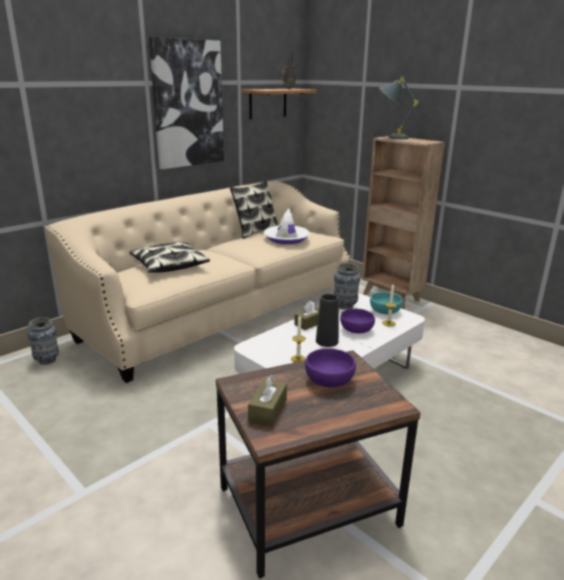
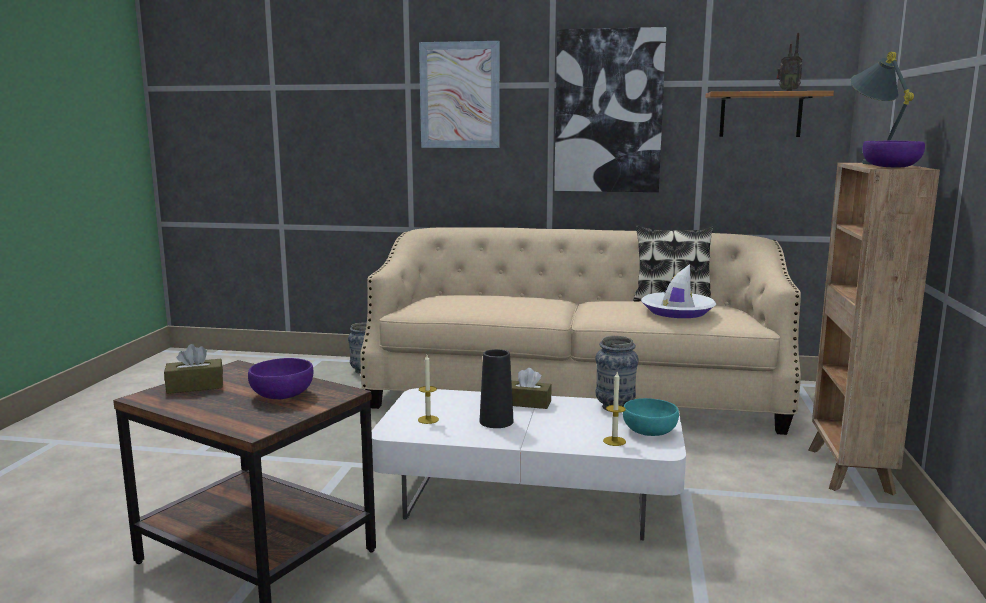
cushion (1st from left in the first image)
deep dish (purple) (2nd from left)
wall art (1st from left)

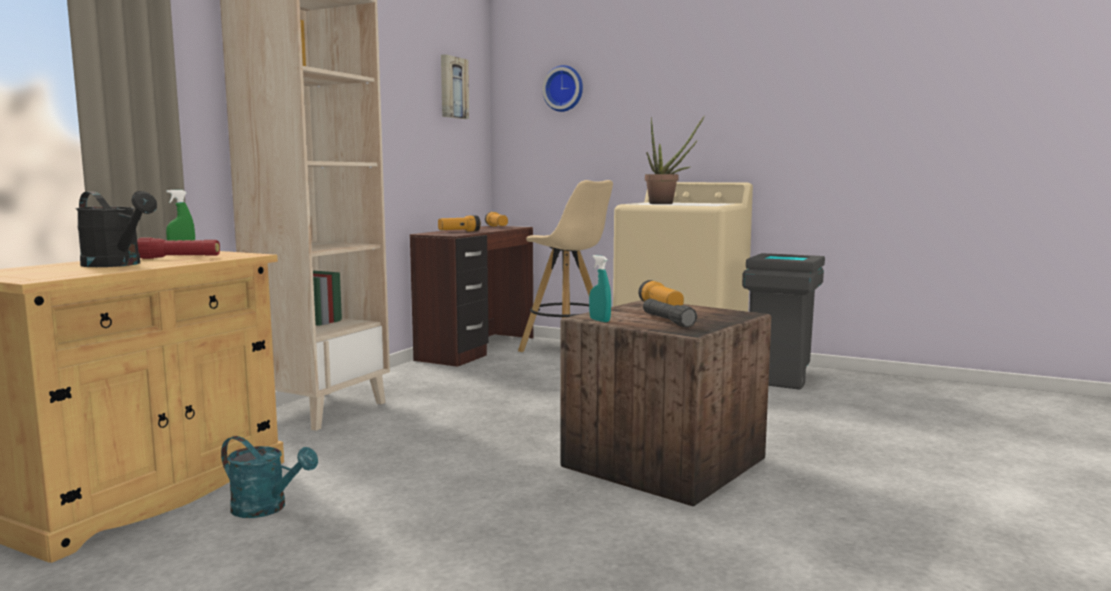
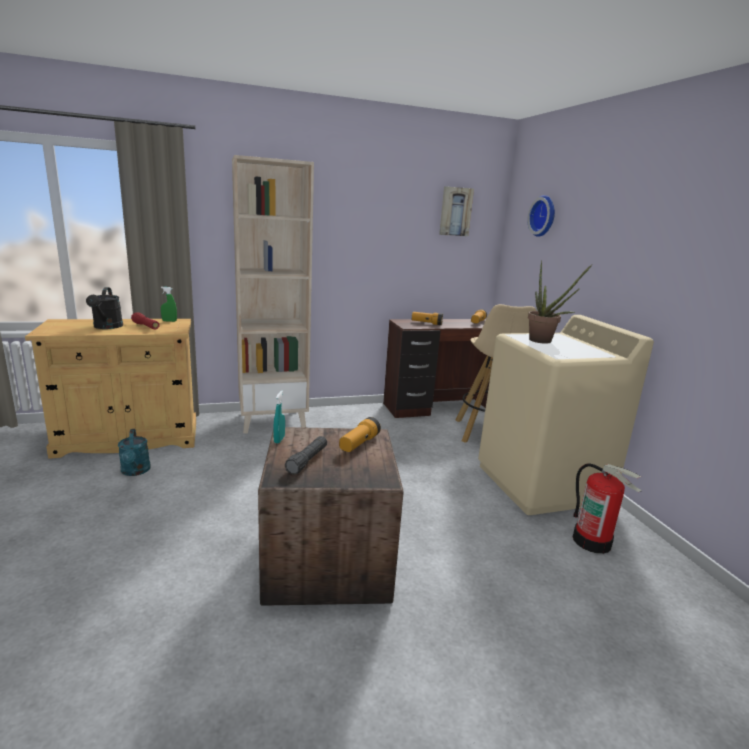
fire-fighting cylinder

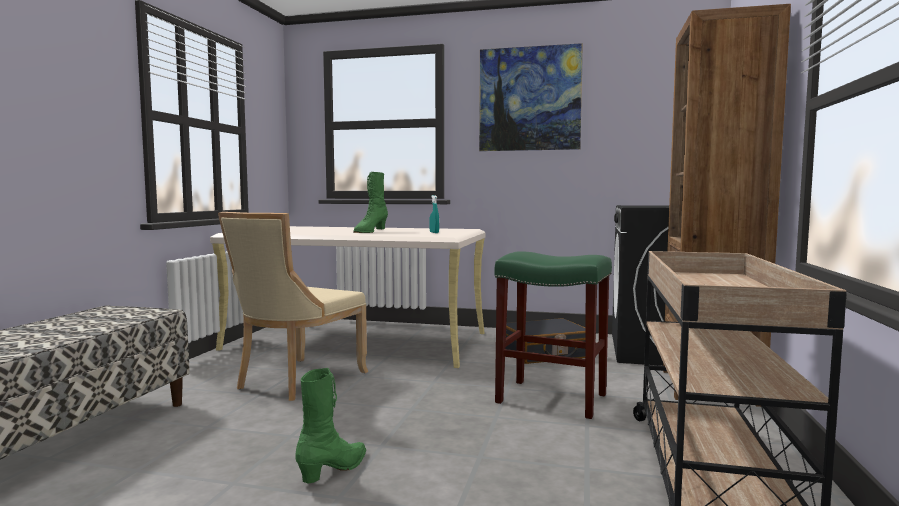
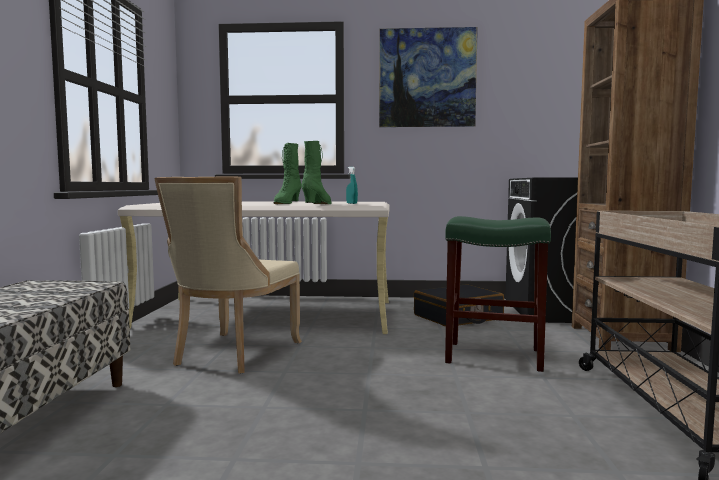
tall boot (green) (2nd from left)

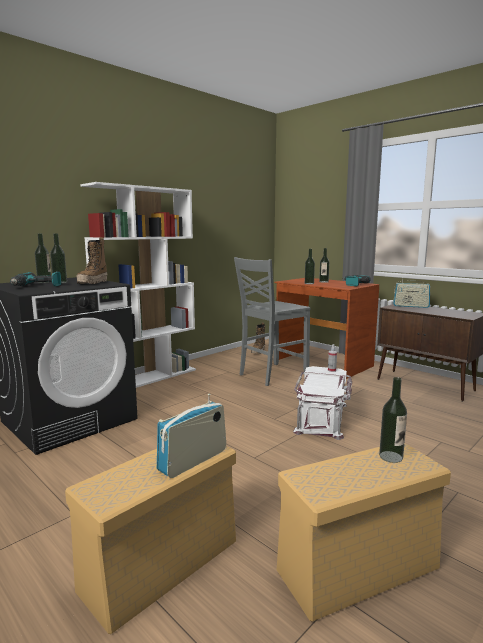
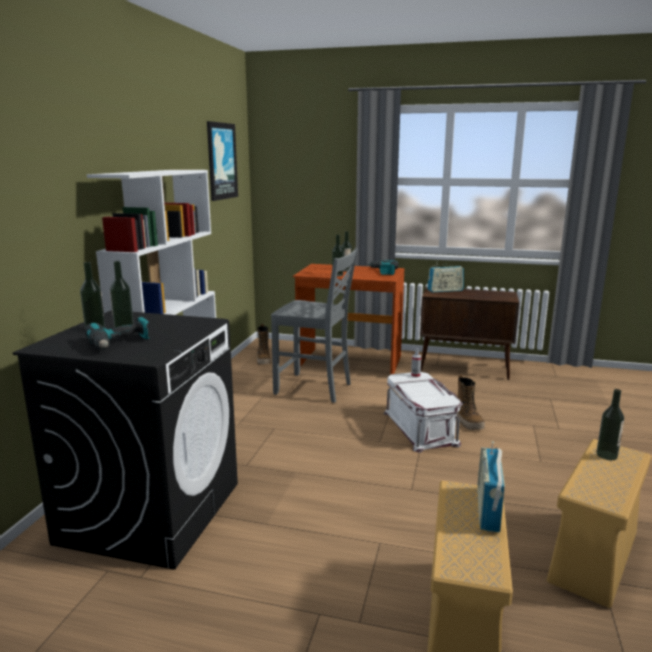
tall boot (2nd from left)
chair (gray)
wall art

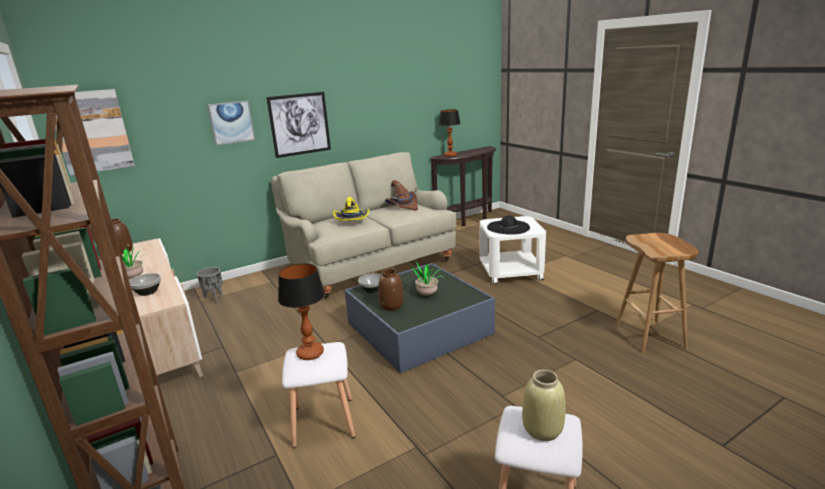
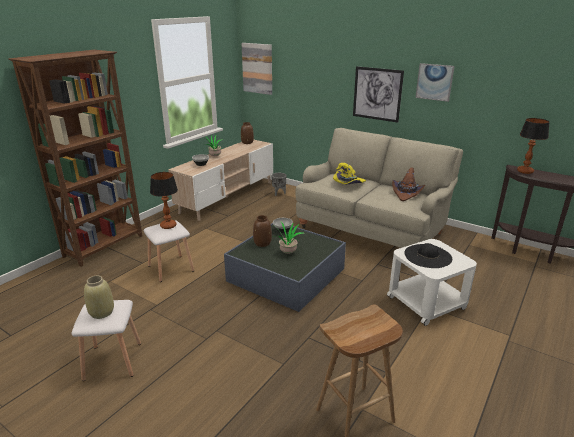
wall art (3rd from left)

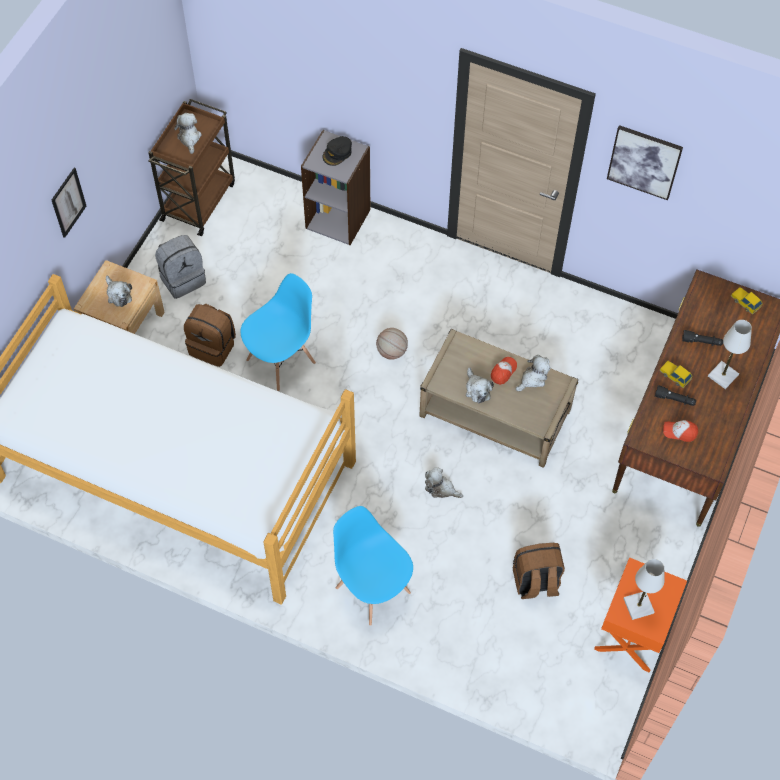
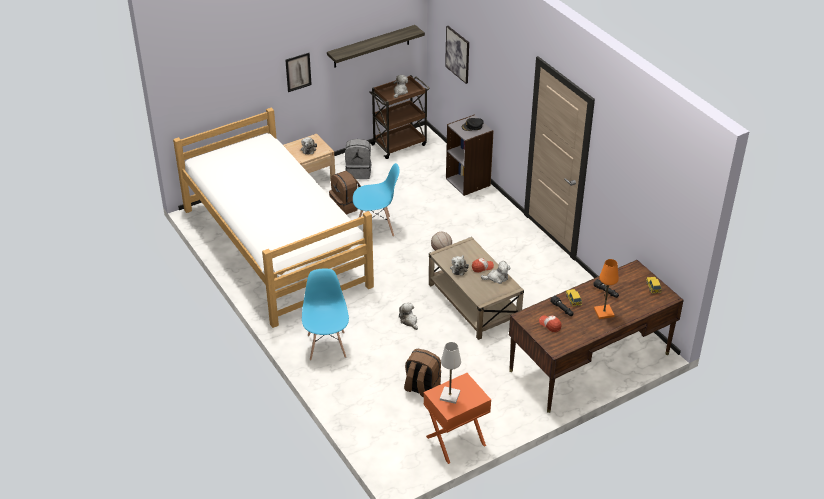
wall art (2nd from left)
table lamp (orange-coloured)
bracket shelf

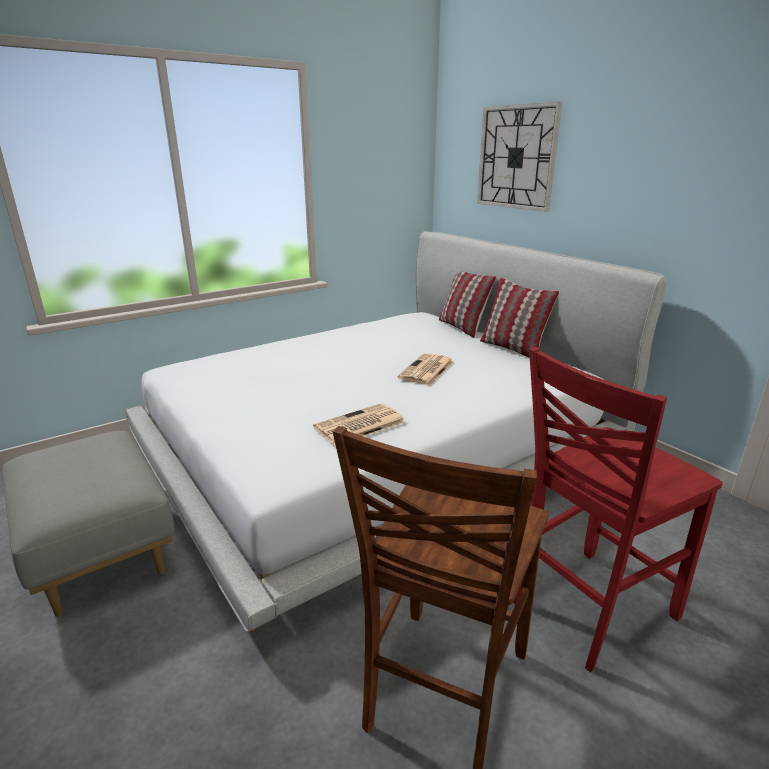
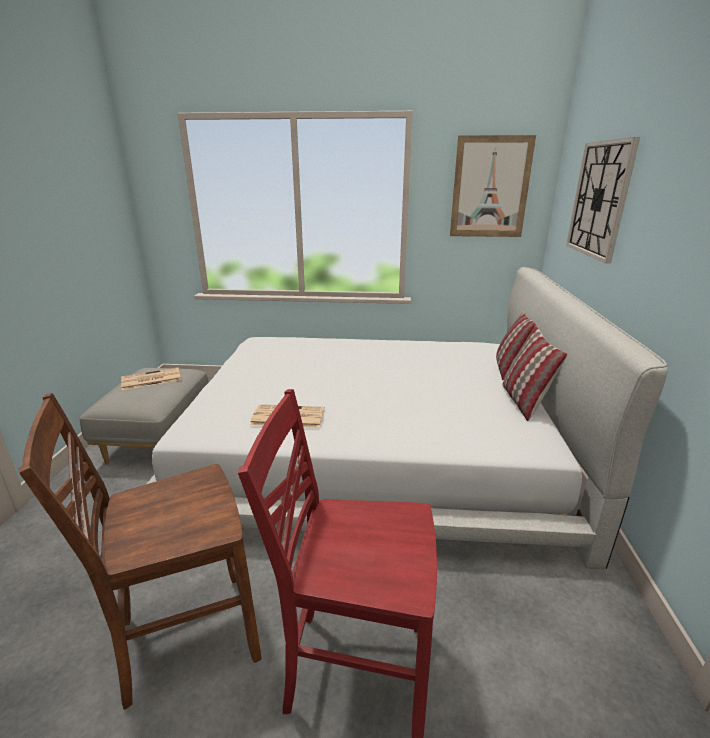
printed paper (1st from left)
wall art

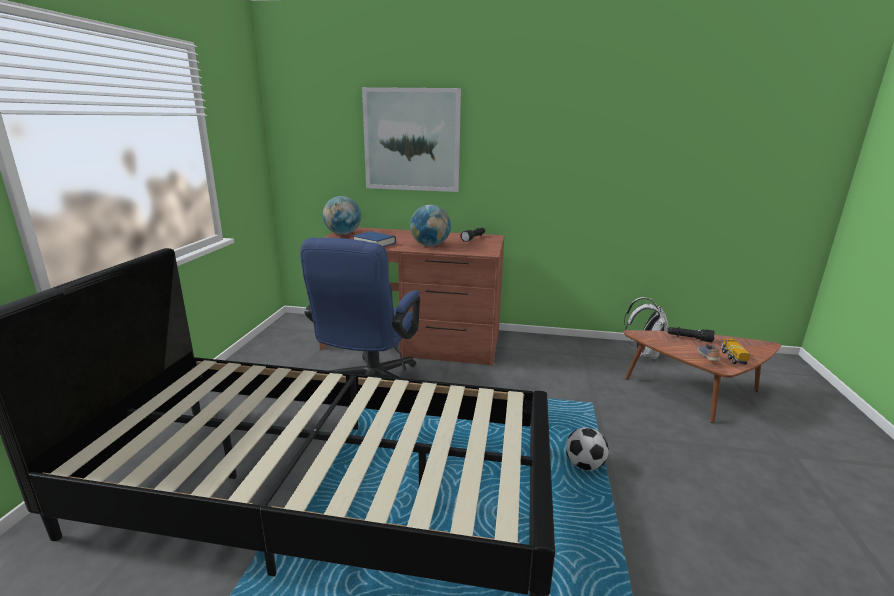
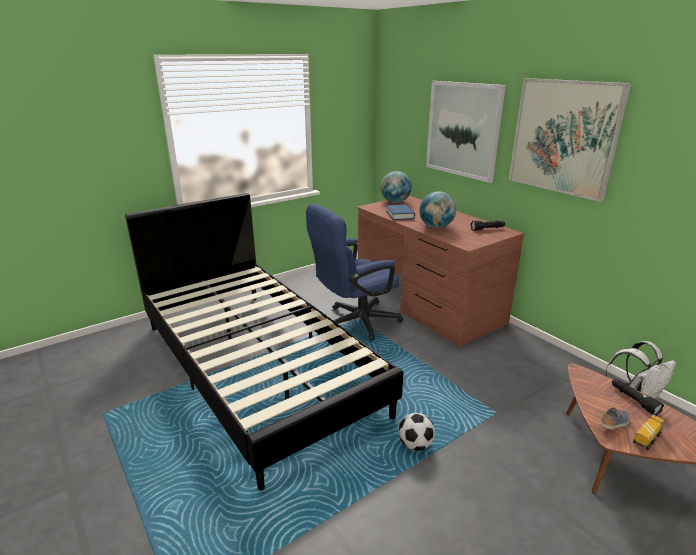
wall art (2nd from left)

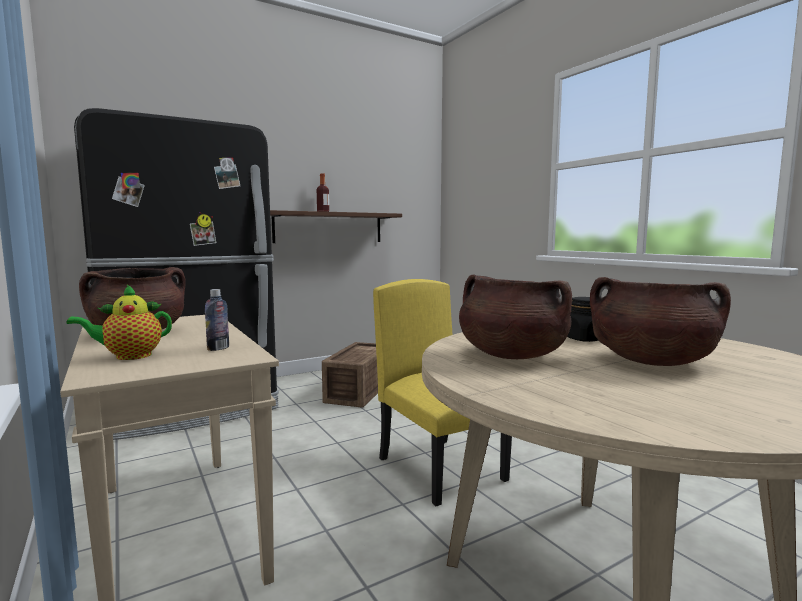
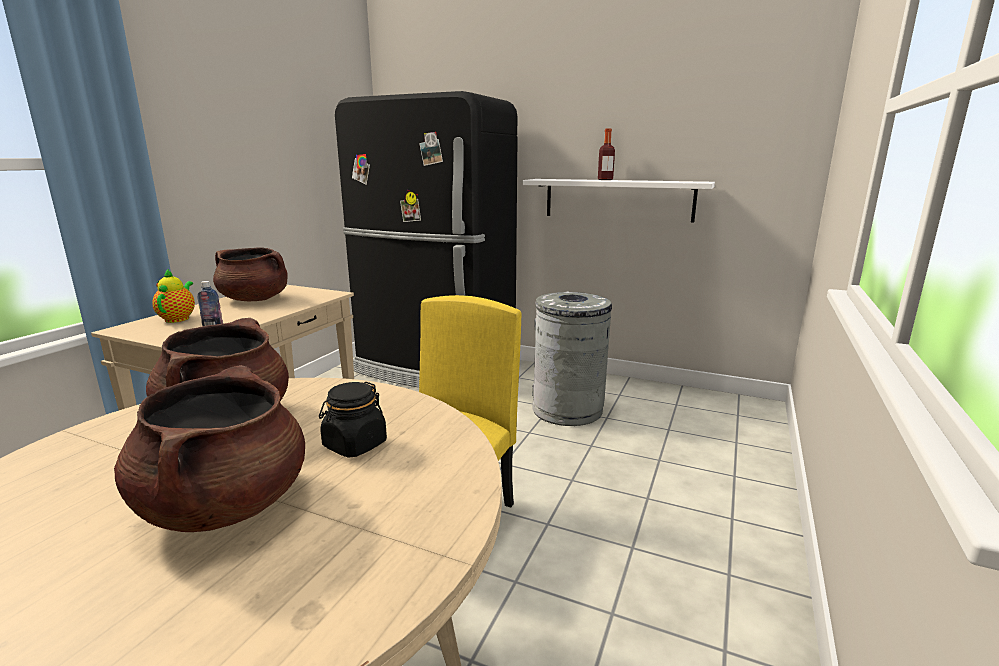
bracket shelf (whitish)
pot for tea
waste bin (gray)

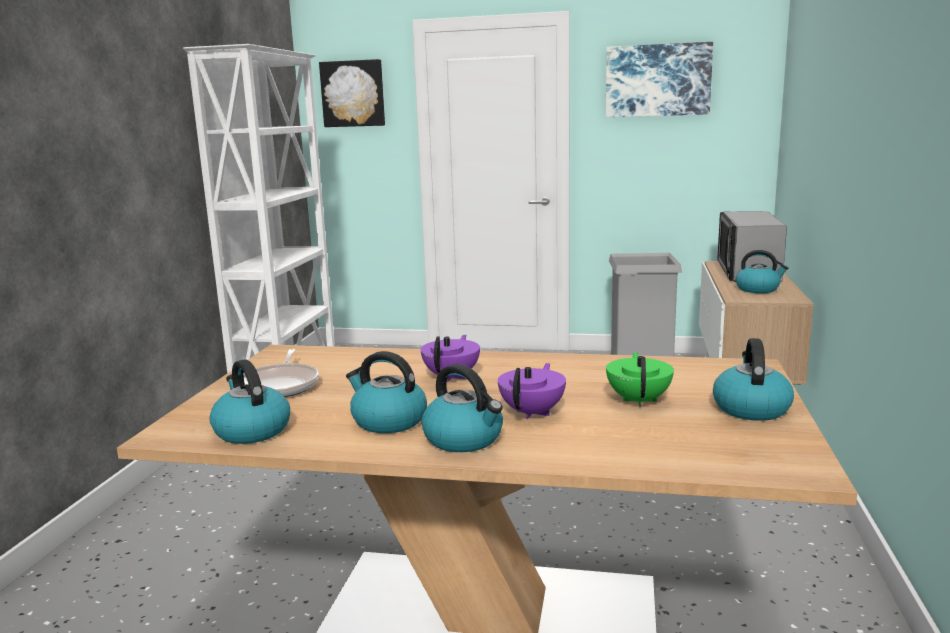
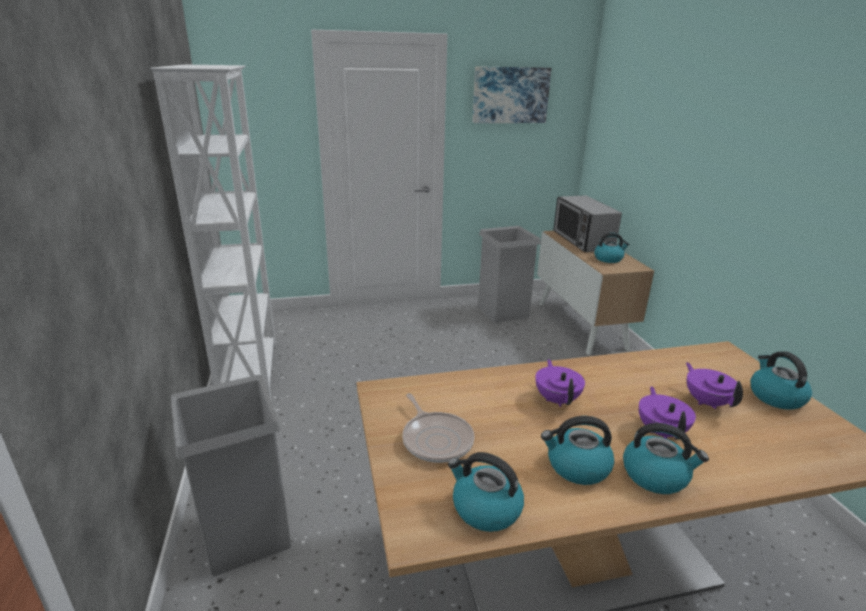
wall art (1st from left in the first image)
pot for tea (purple) (3rd from left)
waste bin (gray) (1st from left)

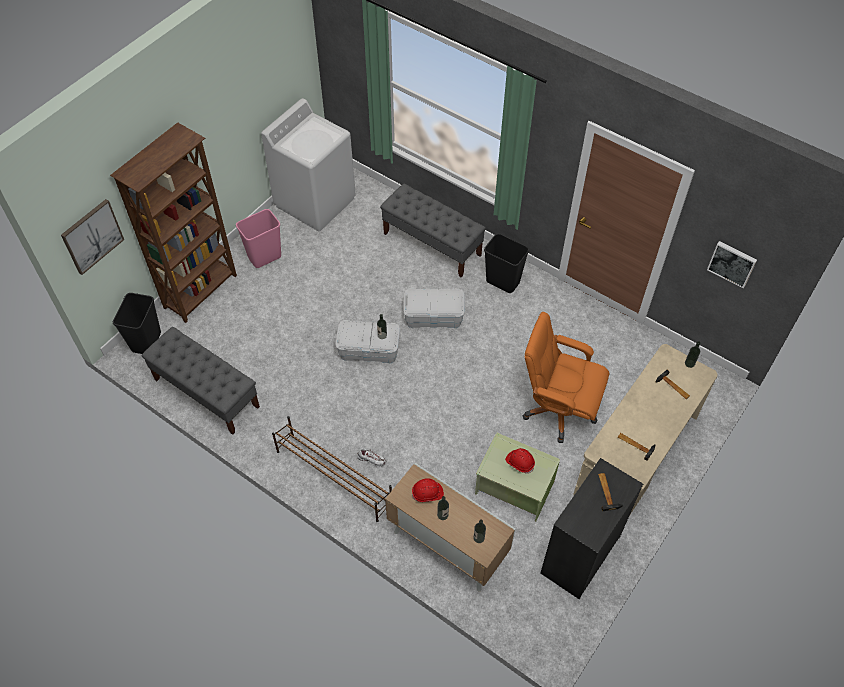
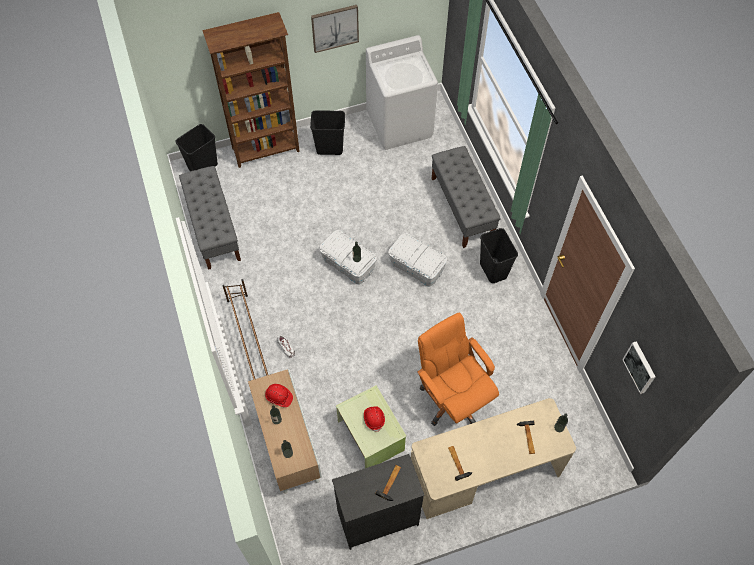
wall art (1st from left)
waste bin (black-coloured) (2nd from left)

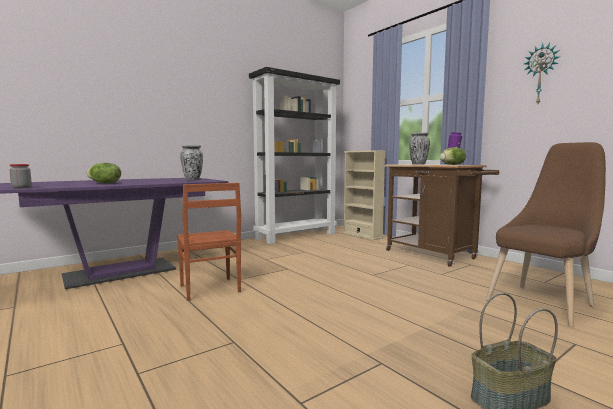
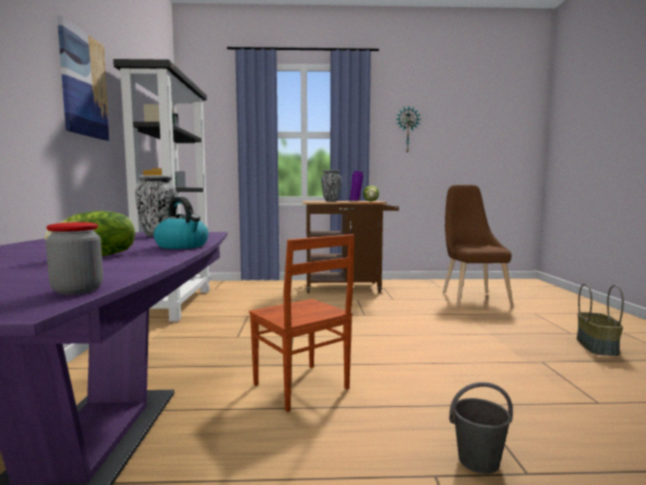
bookcase (sand-coloured)
chair (brown) (1st from left)
wall art
kettle
bucket (gray)

